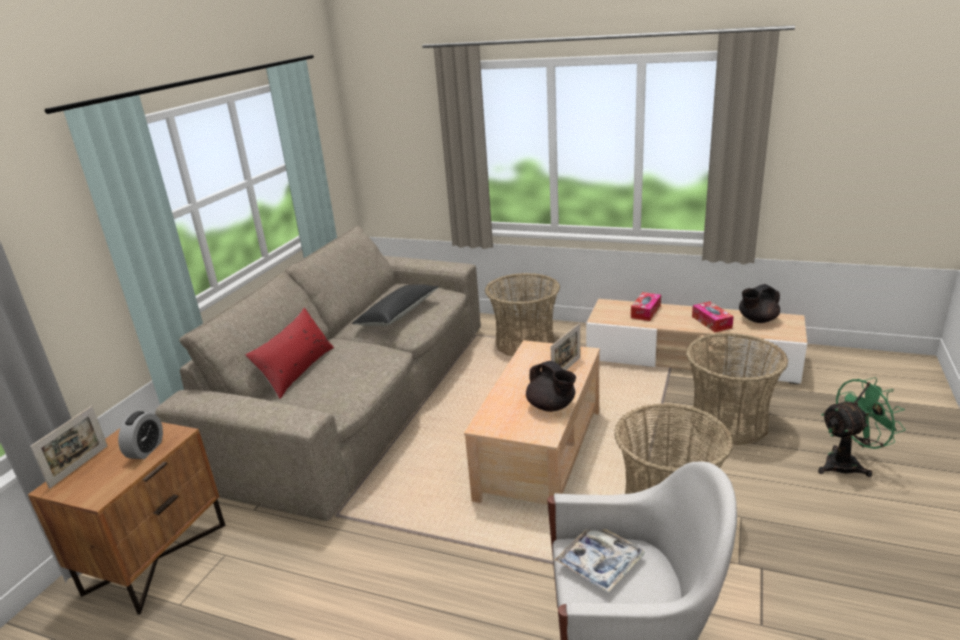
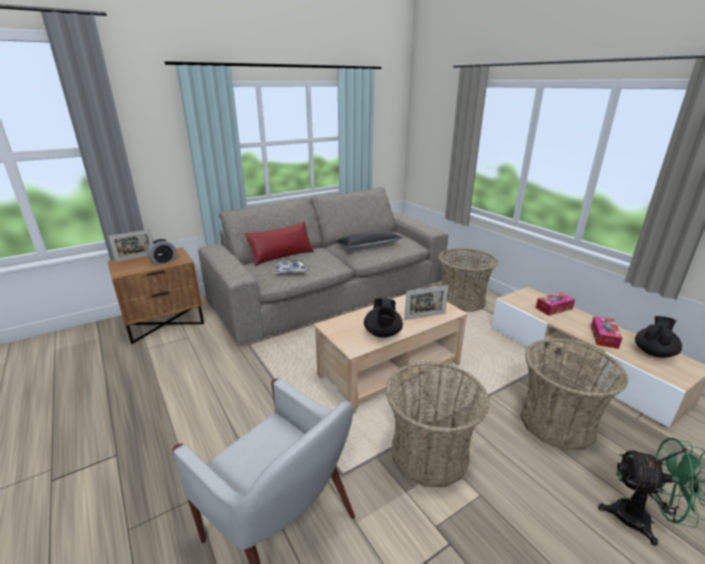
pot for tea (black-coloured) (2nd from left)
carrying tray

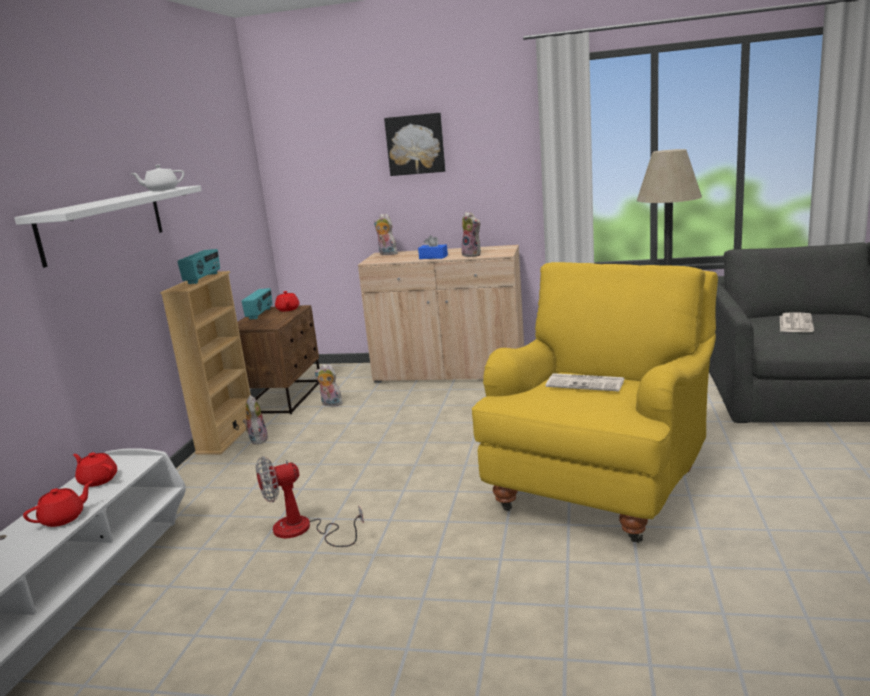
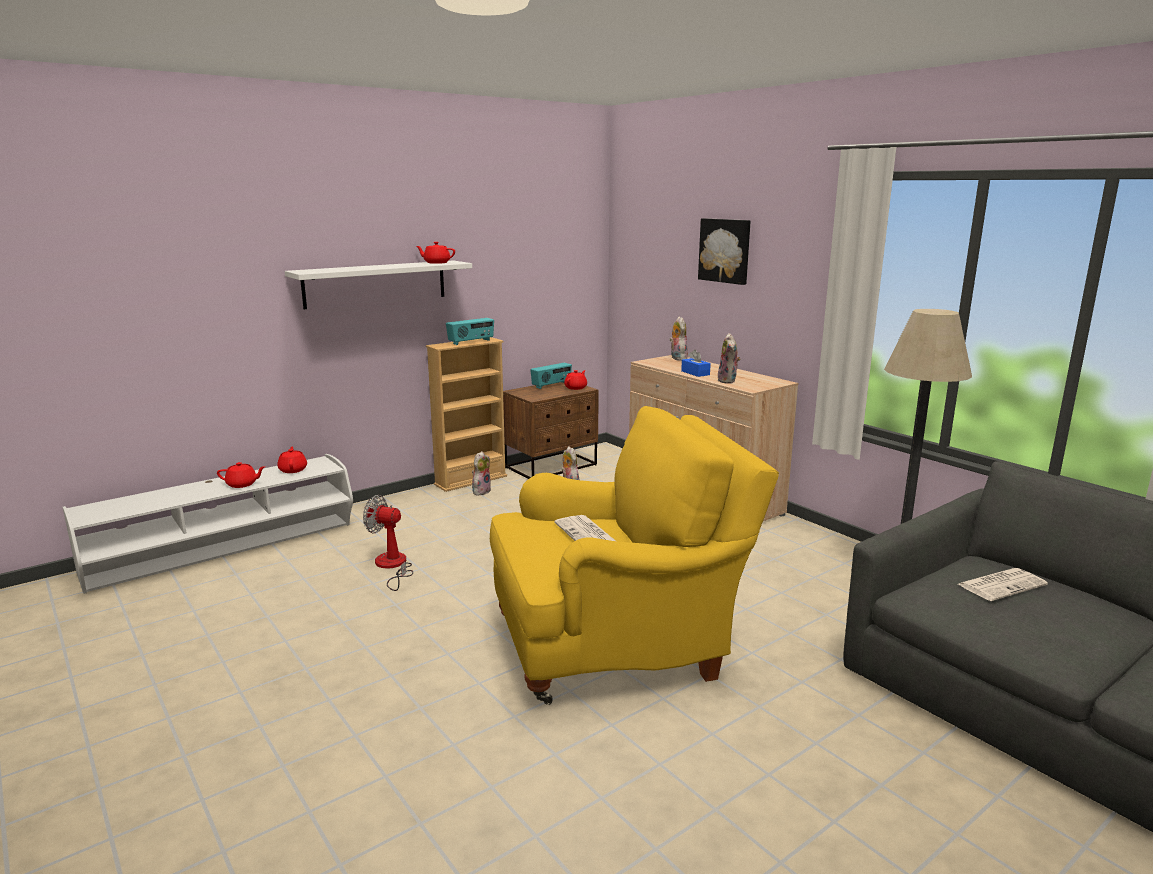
pot for tea (red) (3rd from left)

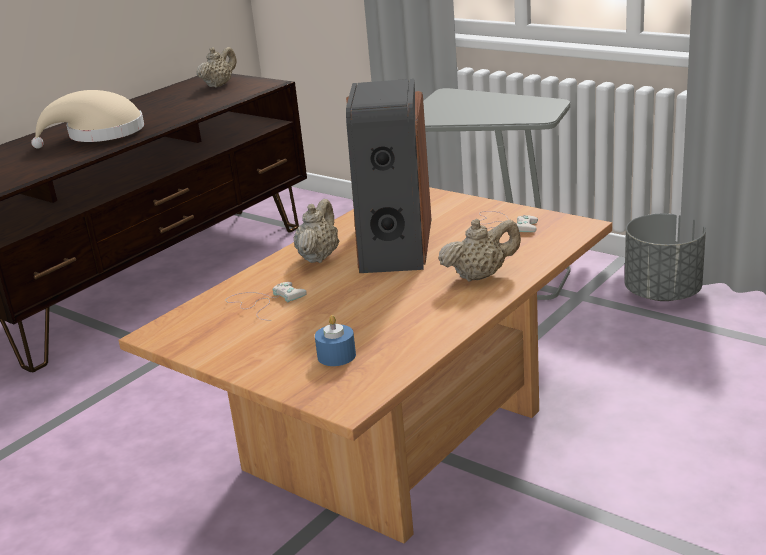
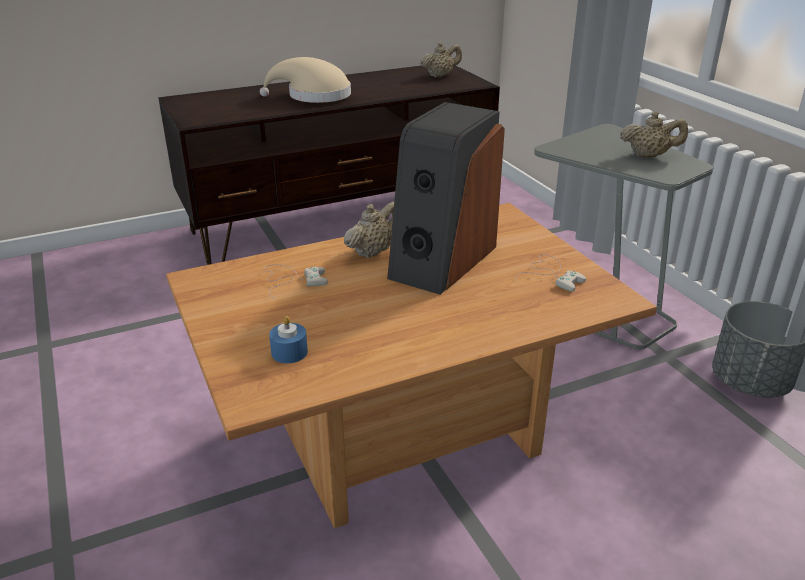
pot for tea (sand-coloured) (3rd from left)

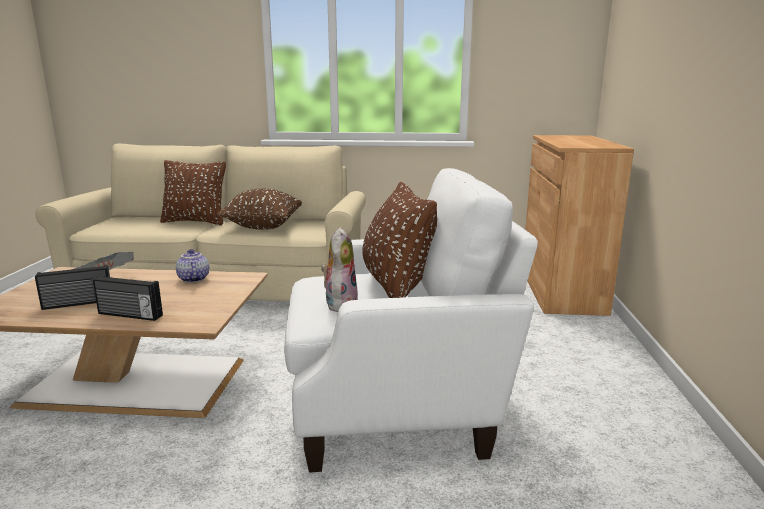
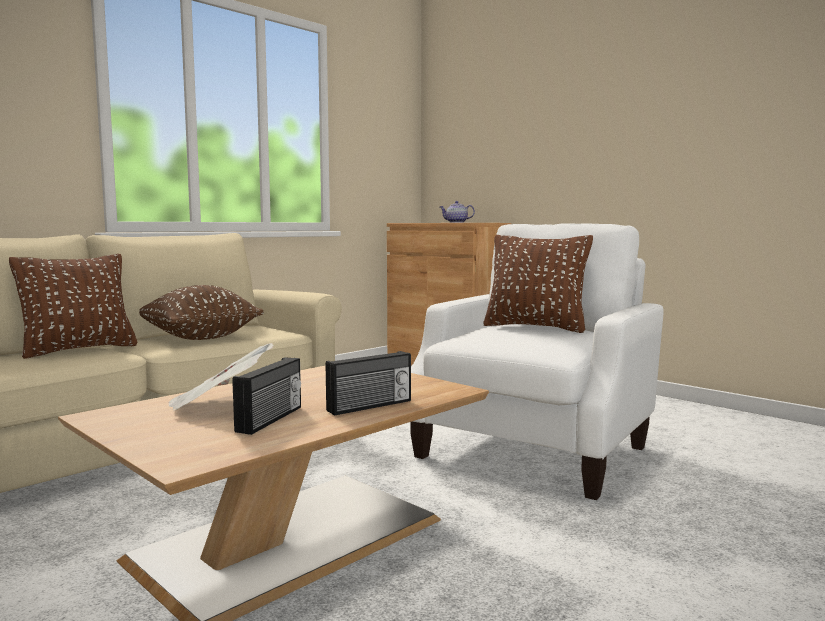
plush toy
pot for tea

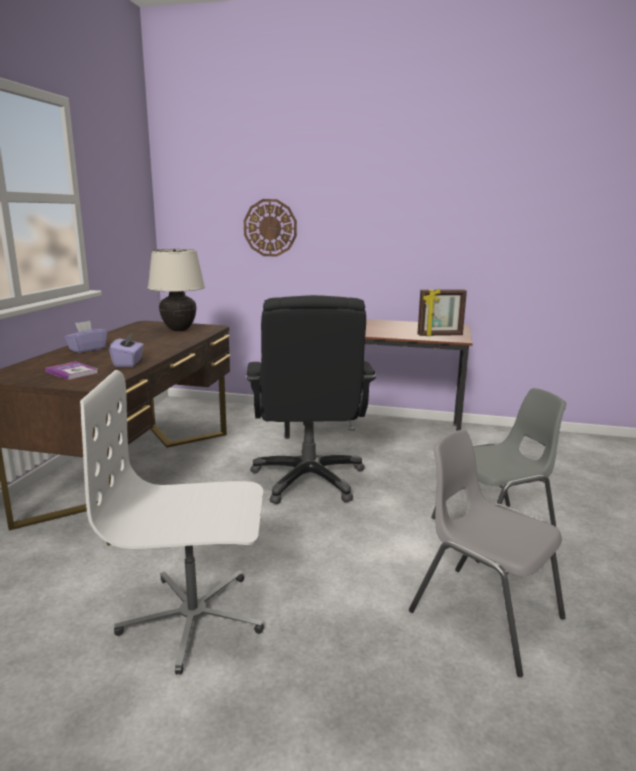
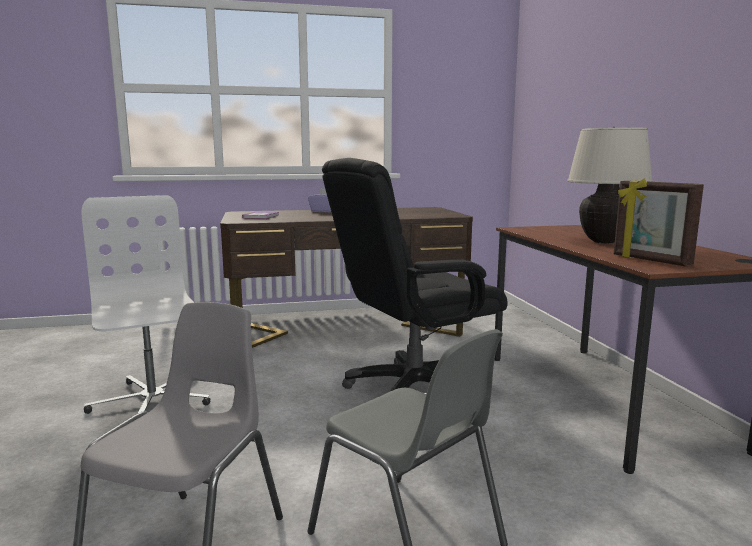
clock on the wall
table lamp (sand-coloured)
tissue holder (purple) (2nd from left in the first image)

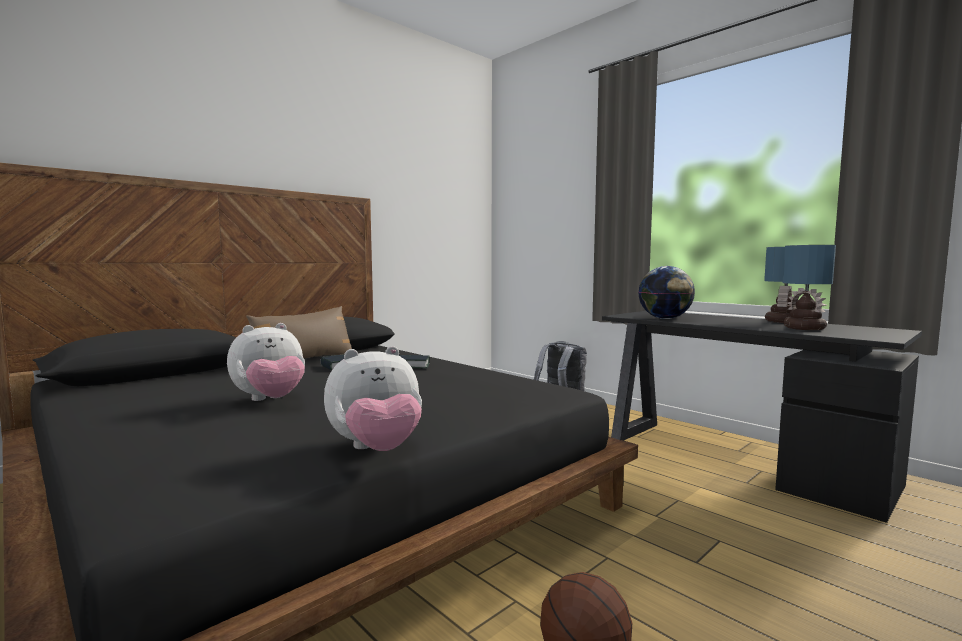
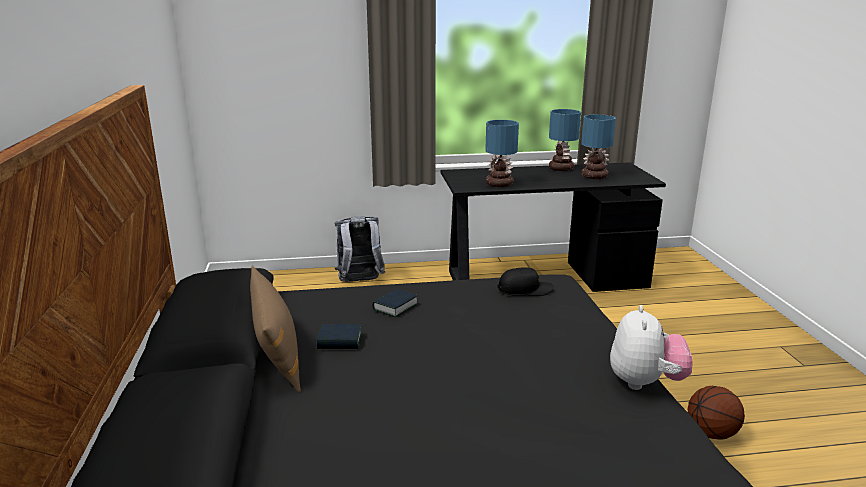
table lamp (1st from left)
plush toy (1st from left in the first image)
cap (black-coloured)

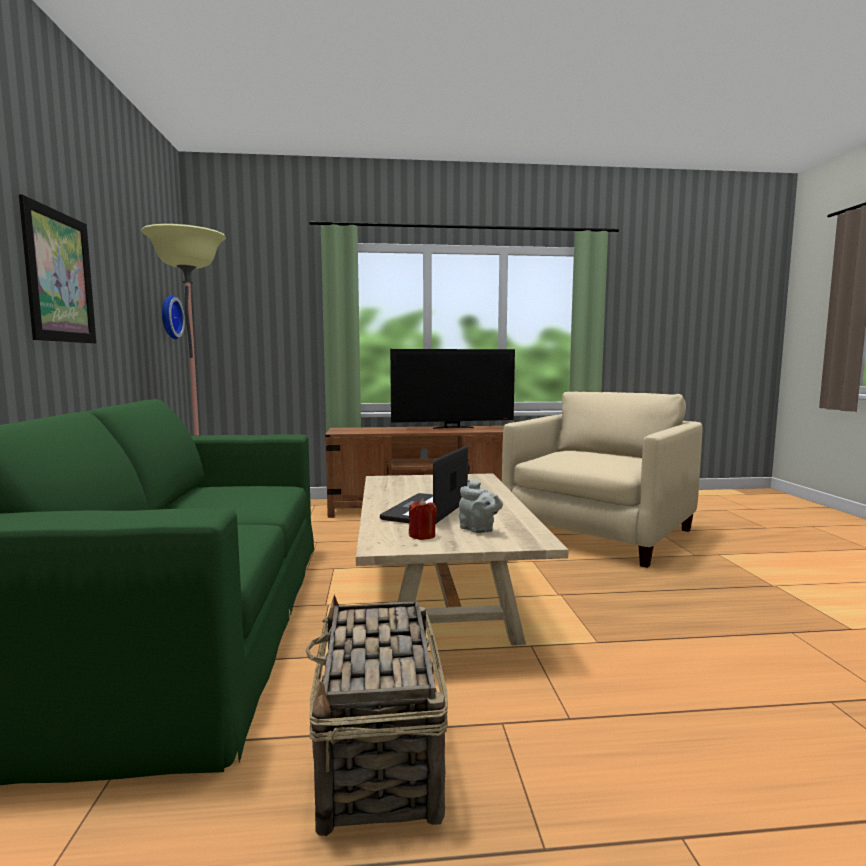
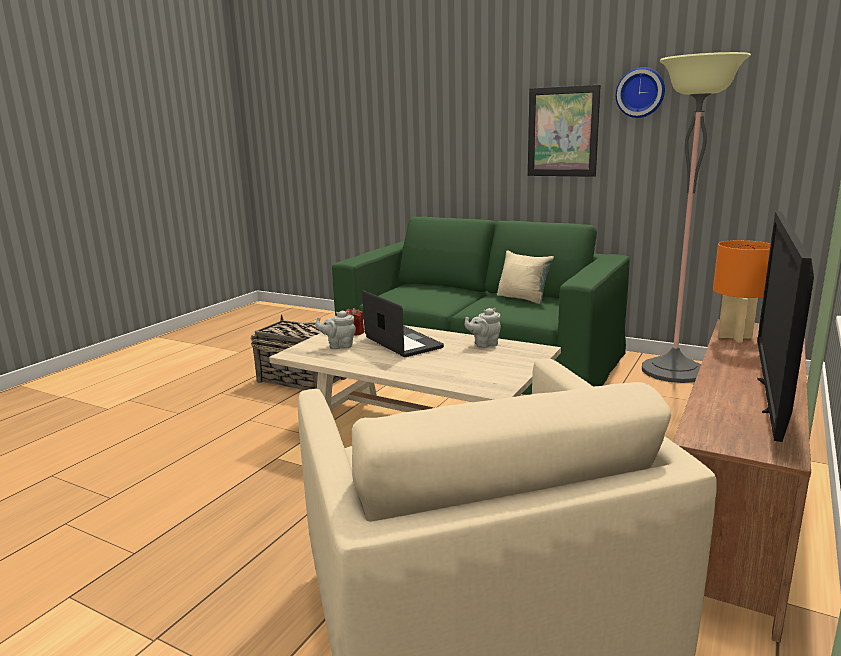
clock on the wall
table lamp (orange-coloured)
cushion (sand-coloured)
pot for tea (gray) (2nd from left)

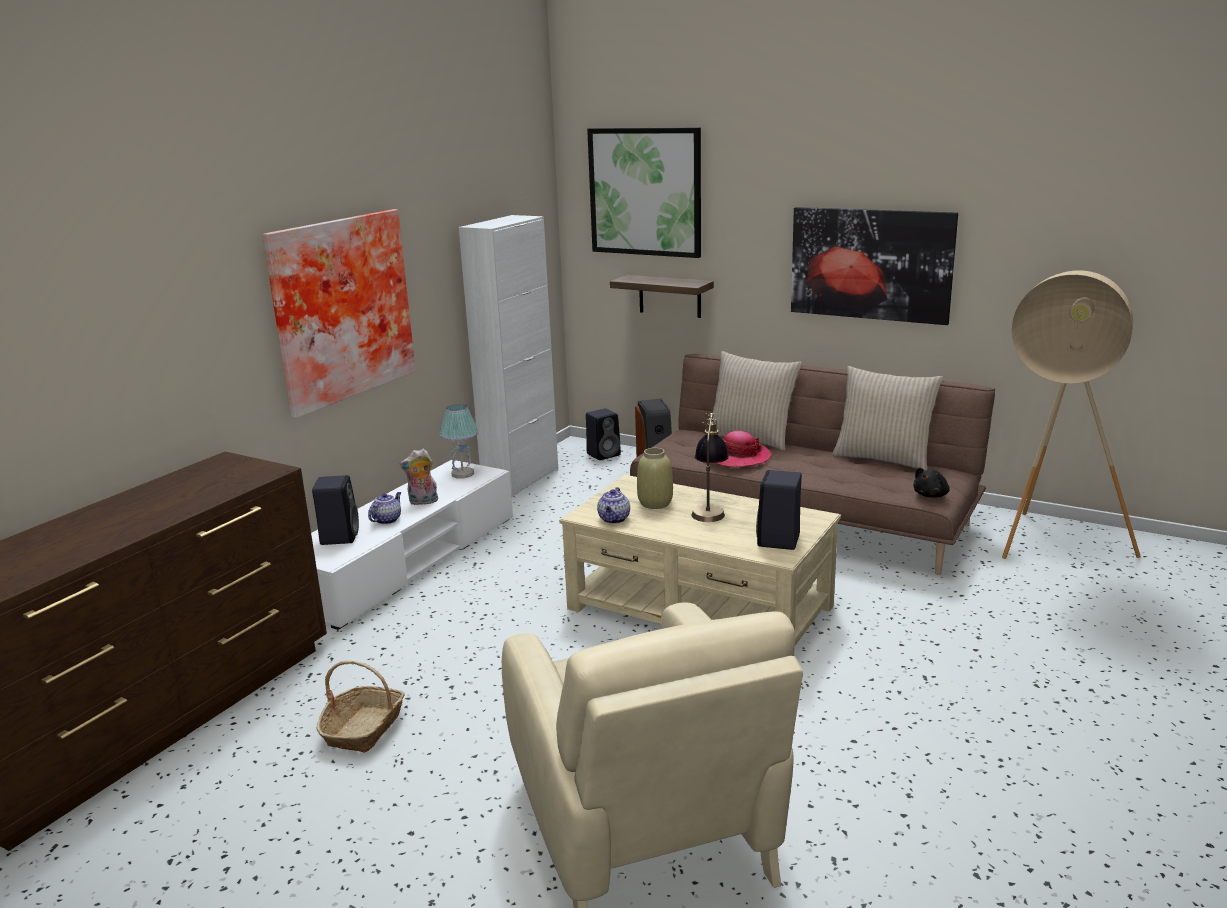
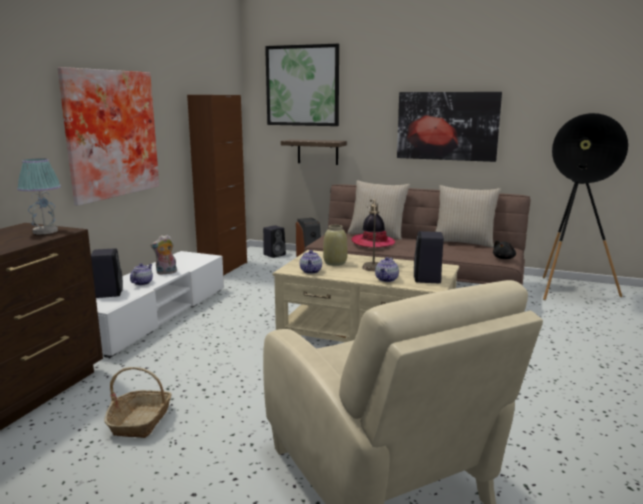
storage cabinet (brown)
floor lamp (black-coloured)
table lamp (1st from left)
pot for tea (3rd from left)

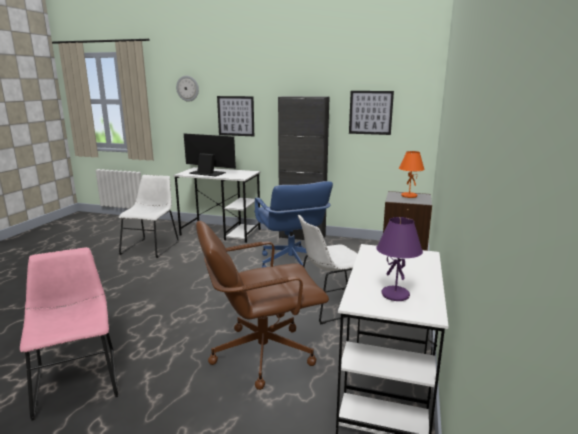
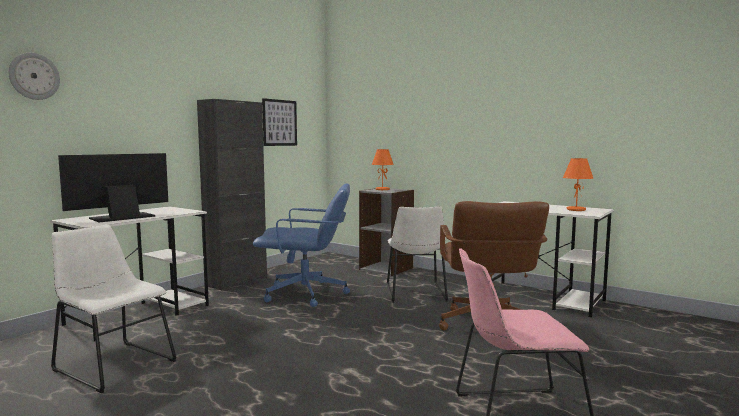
wall art (1st from left in the first image)
table lamp (orange-coloured) (2nd from left)

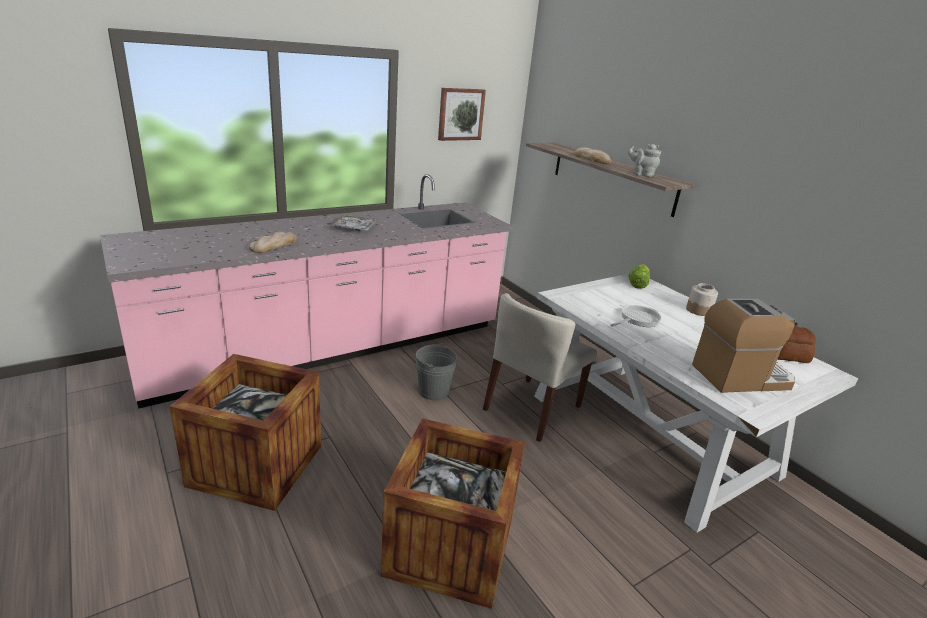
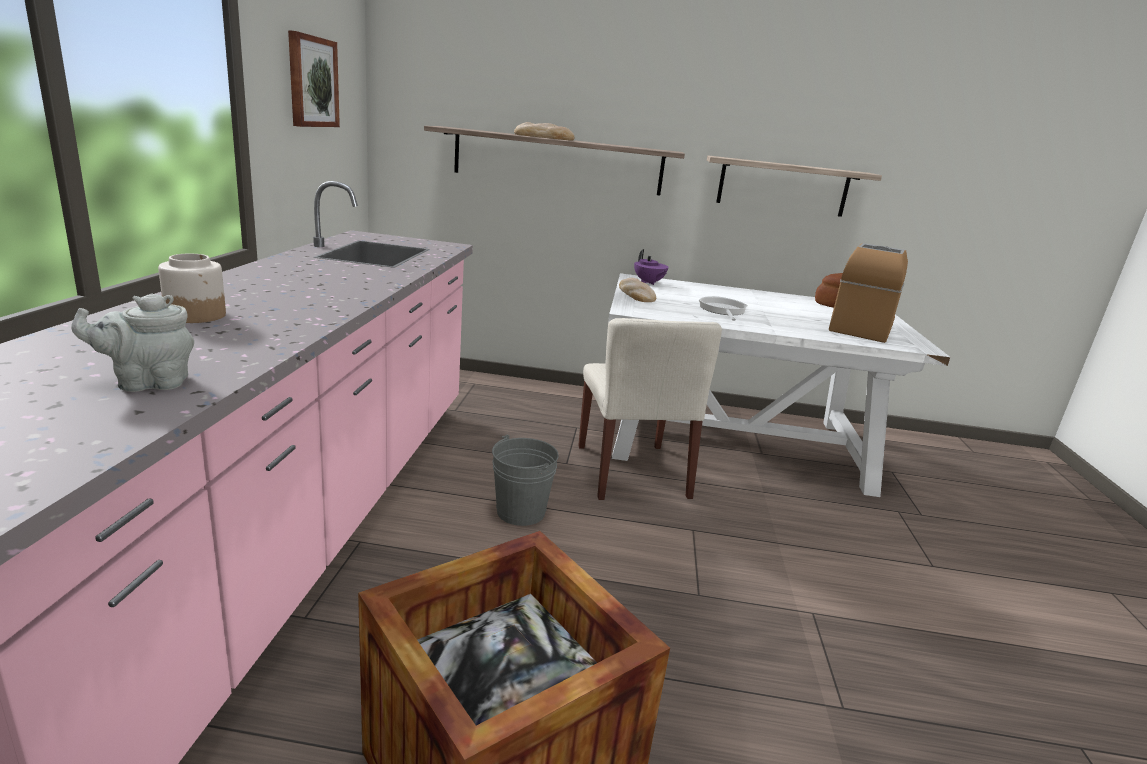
pot for tea (gray)
carrying tray
bread (2nd from left)
pot for tea (purple)
preserve jar
shipping crate (2nd from left in the first image)
bracket shelf (2nd from left)

